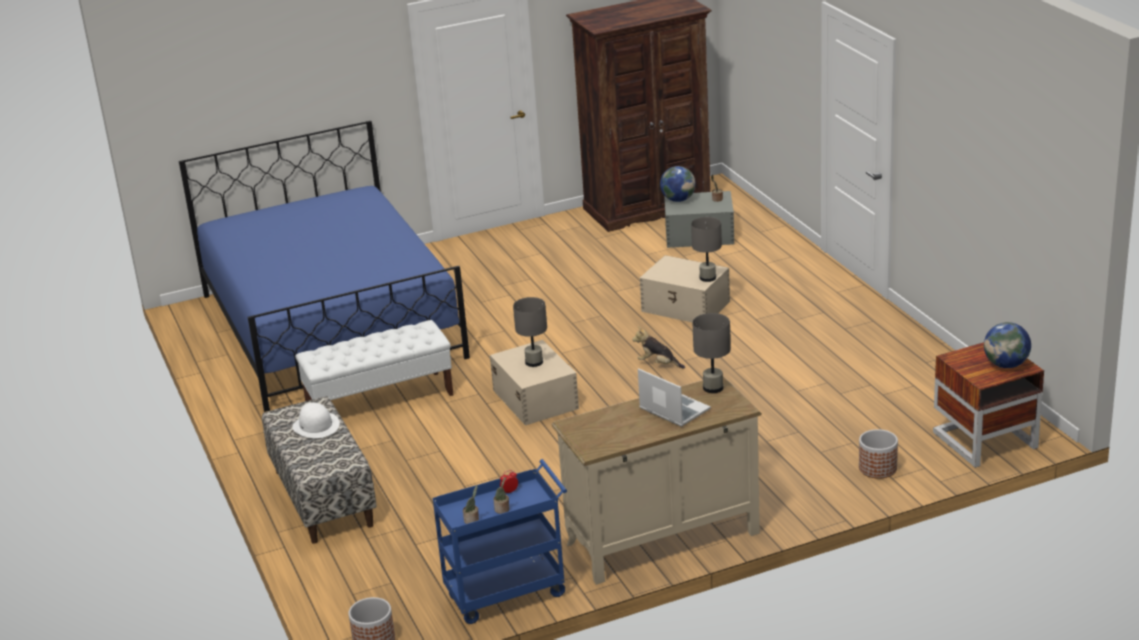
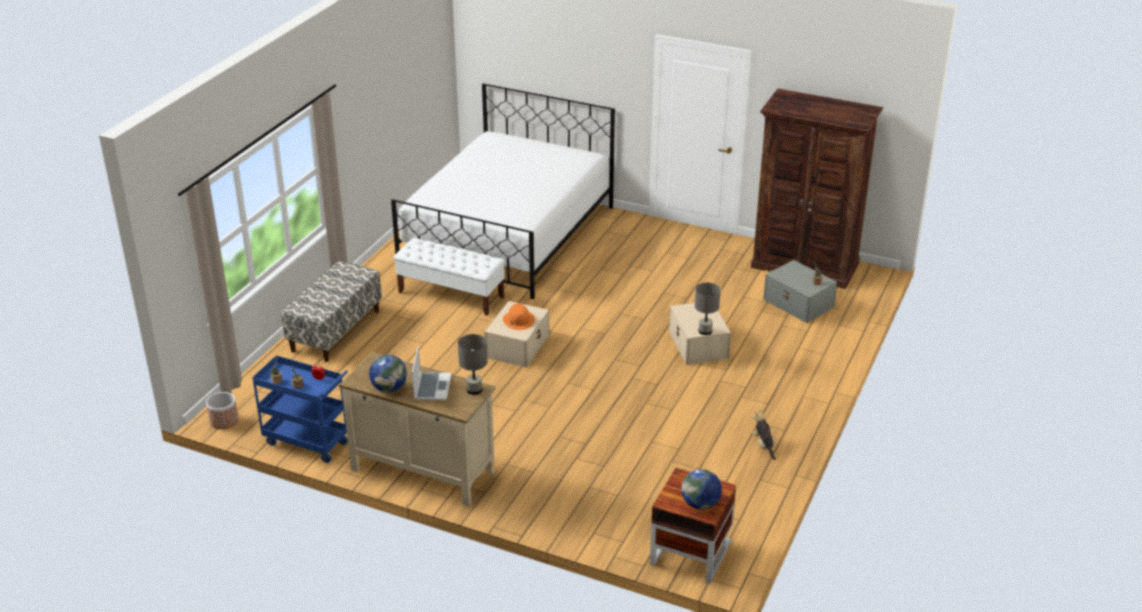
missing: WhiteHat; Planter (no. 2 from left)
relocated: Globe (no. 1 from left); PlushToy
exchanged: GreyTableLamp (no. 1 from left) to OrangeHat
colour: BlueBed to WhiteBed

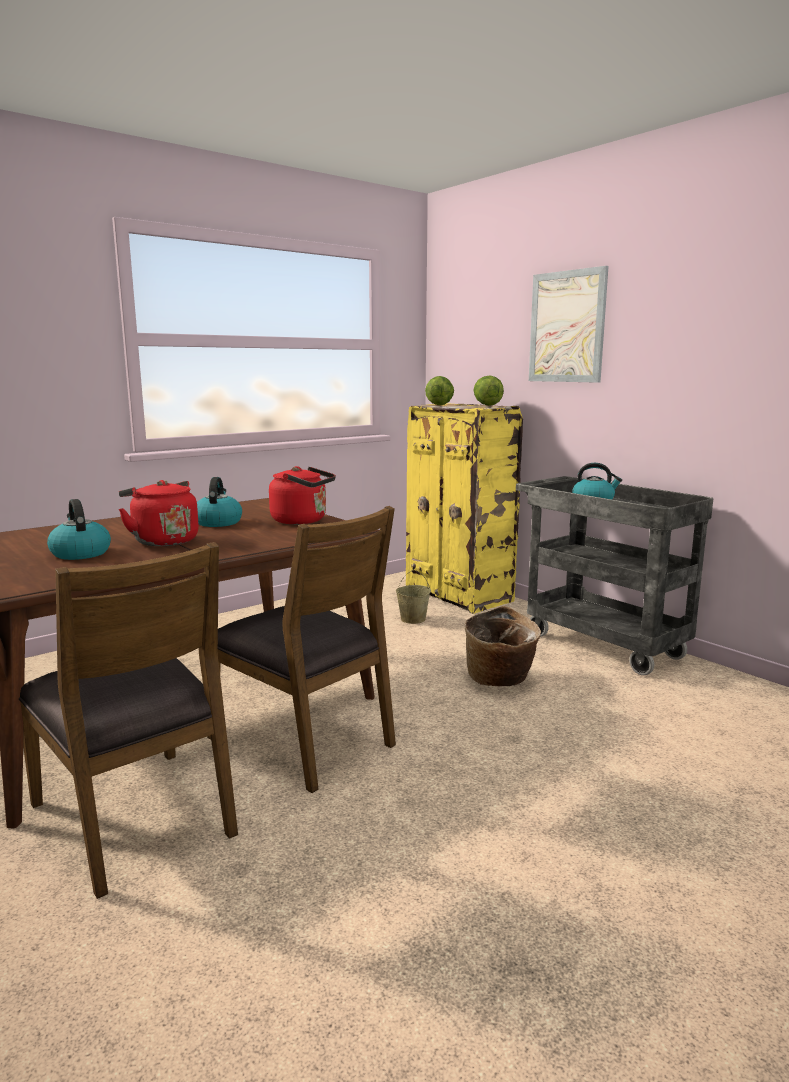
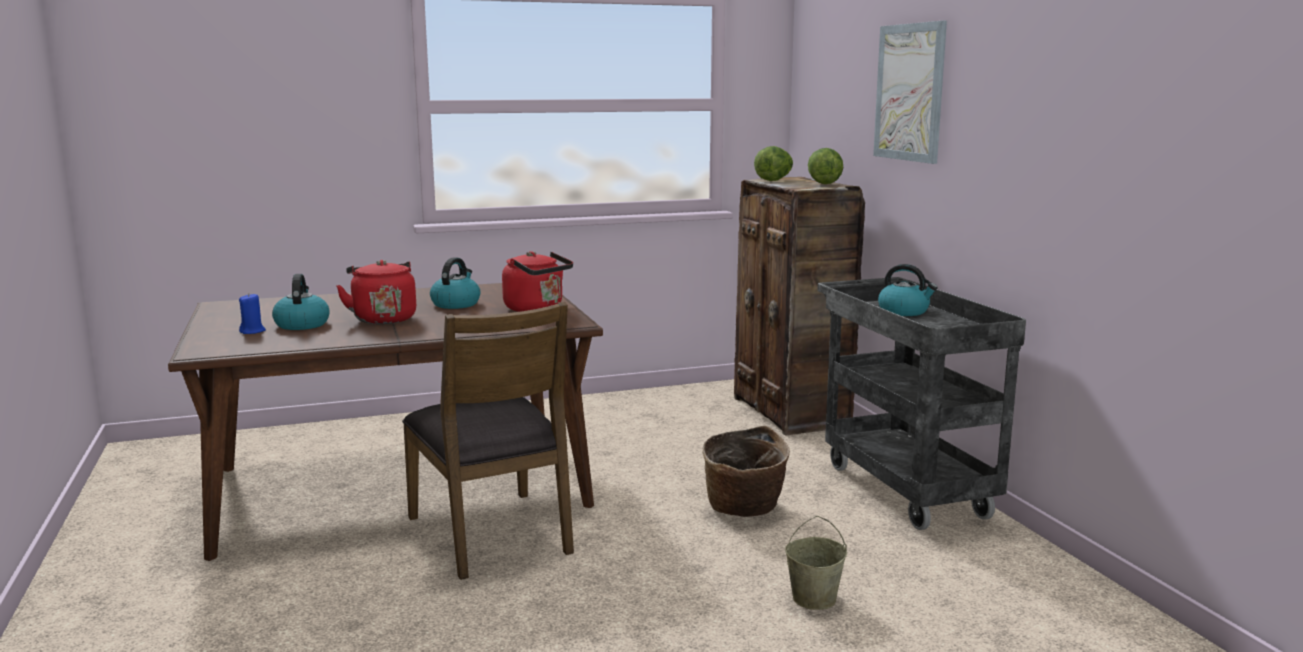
missing: BrownChair (no. 1 from left)
appeared: BlueCandle
relocated: BeigeBucket
colour: YellowCabinet to BrownCabinet

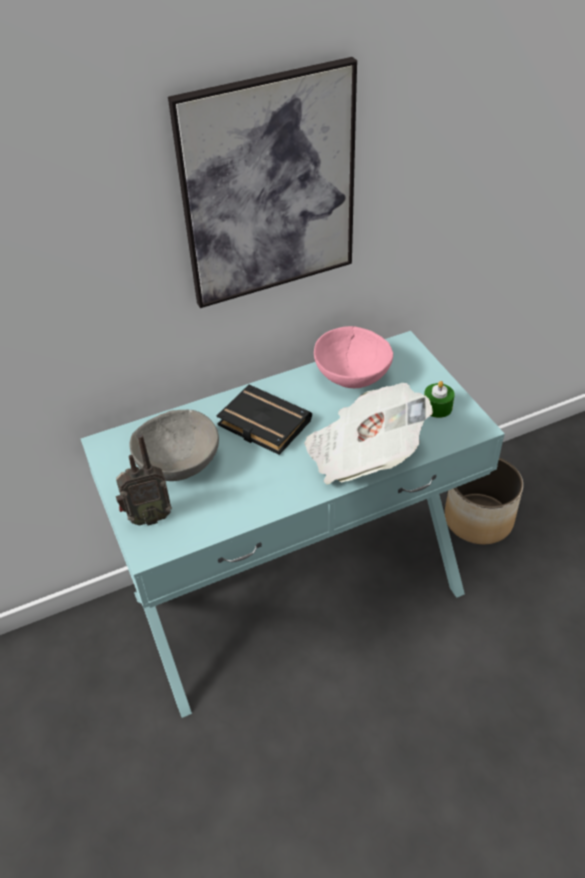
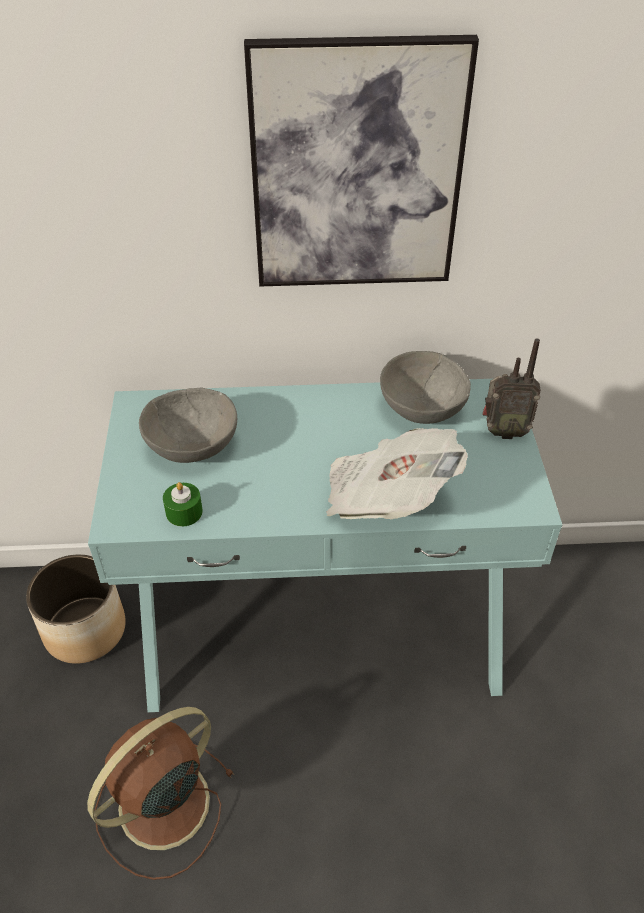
missing: BlackBook
appeared: BrownFan
relocated: GreenCandle; Radio; Planter
colour: PinkBowl to GreyBowl (no. 2 from left)

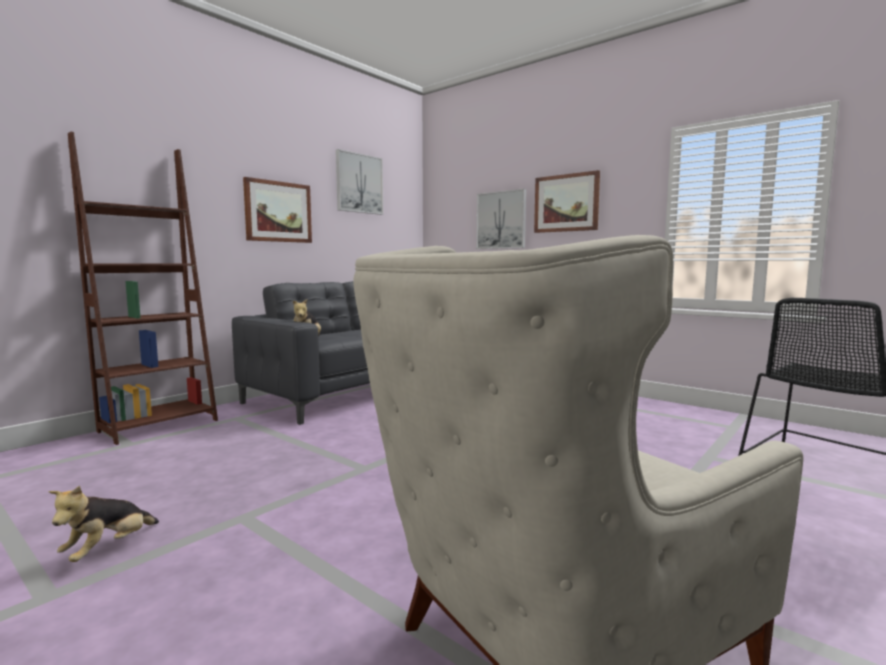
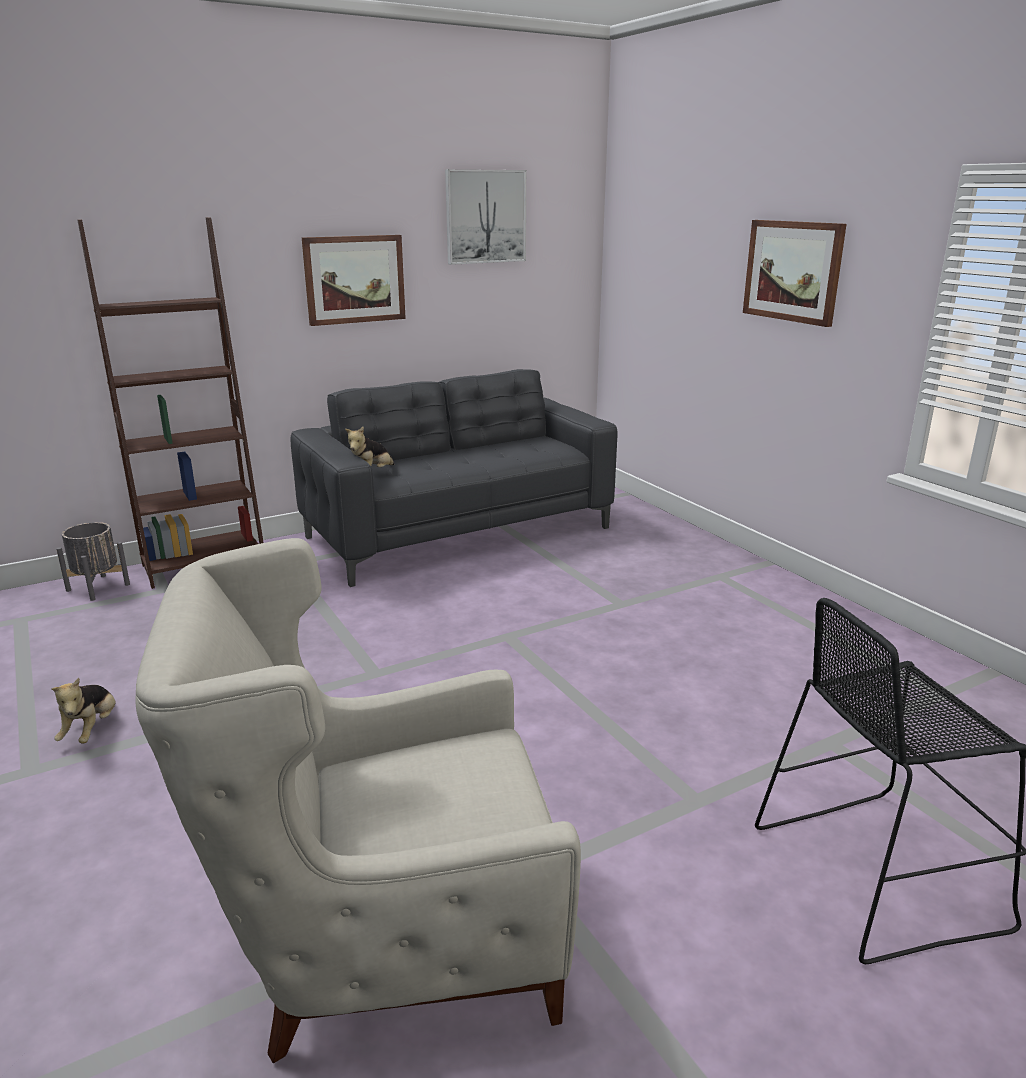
missing: Picture (no. 3 from left)
appeared: GreyPlanter
spun: PlushToy (no. 1 from left) 45 degrees counterclockwise

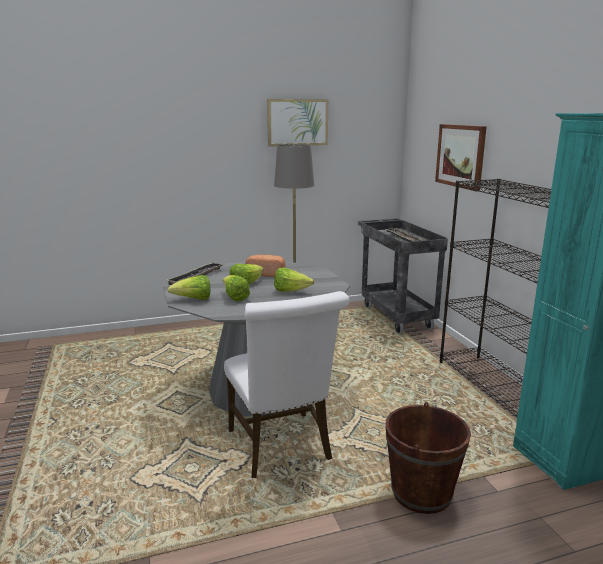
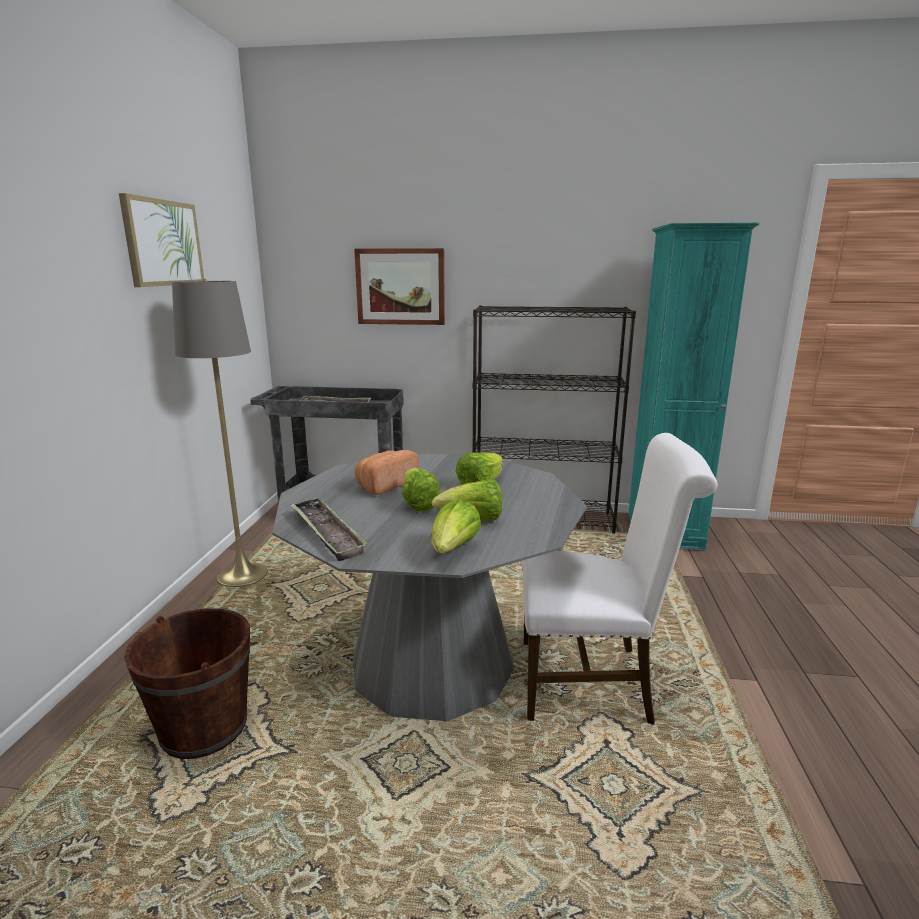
relocated: BrownBucket

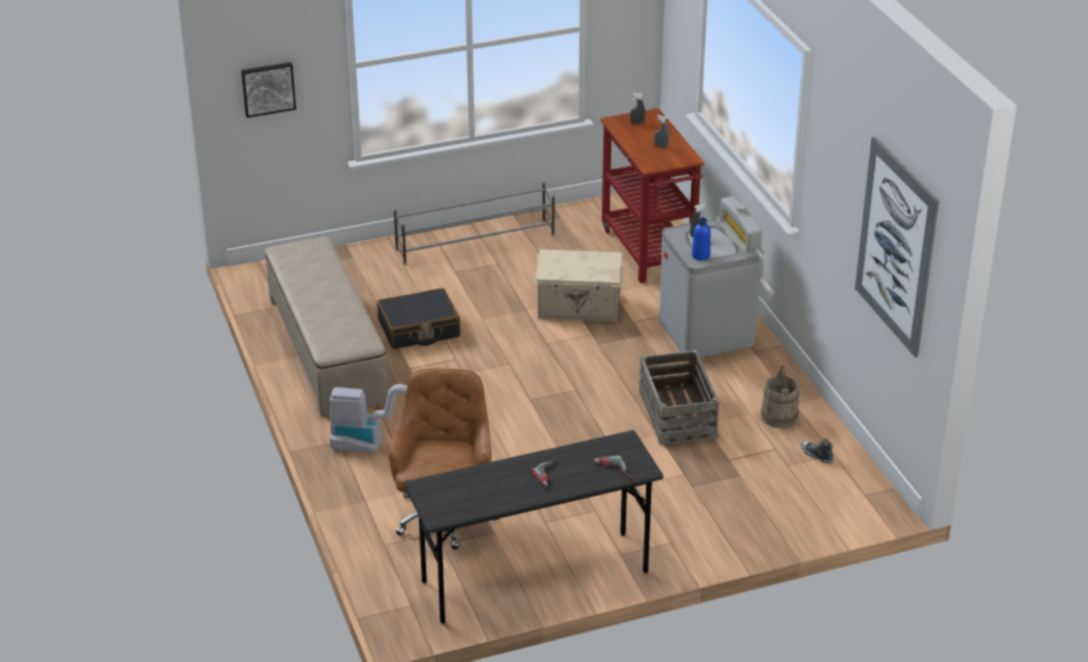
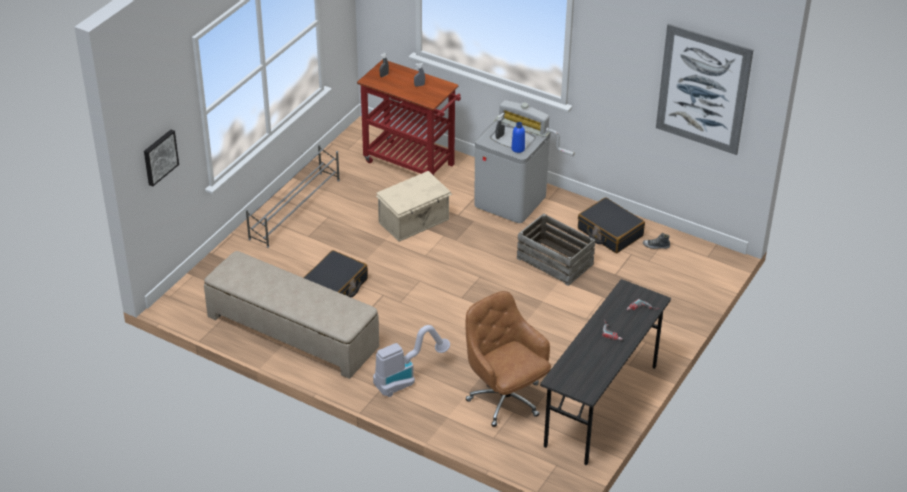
exchanged: BeigeBucket to BlackSuitcase (no. 2 from left)

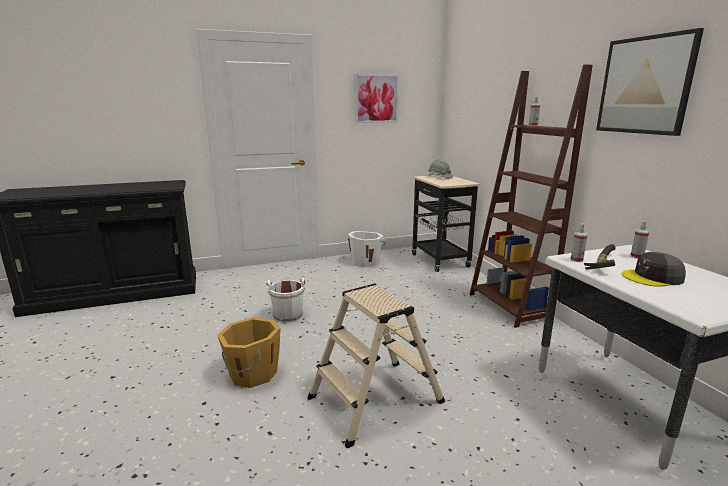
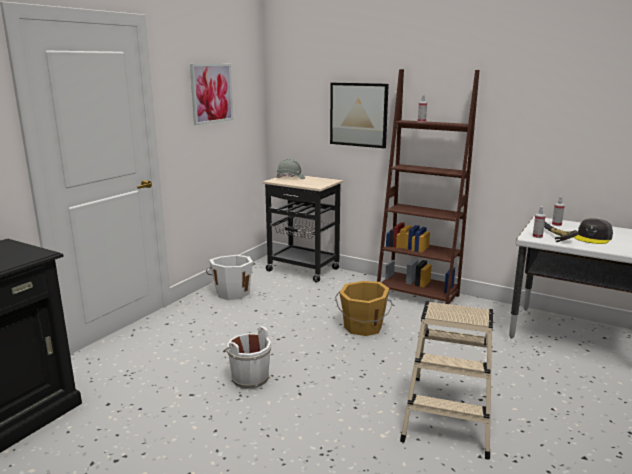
relocated: Picture (no. 2 from left); OrangeBucket

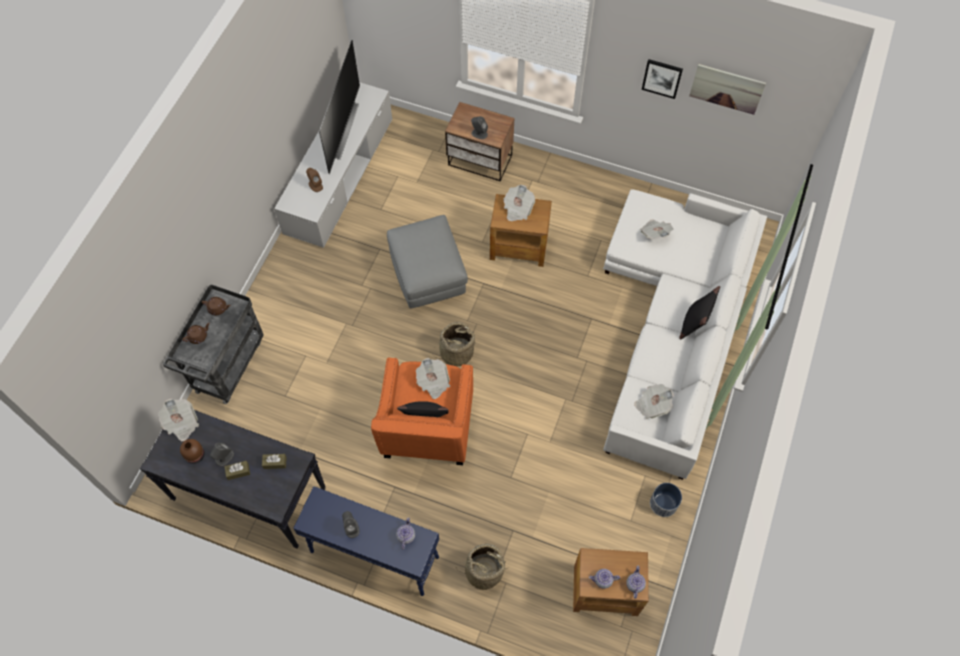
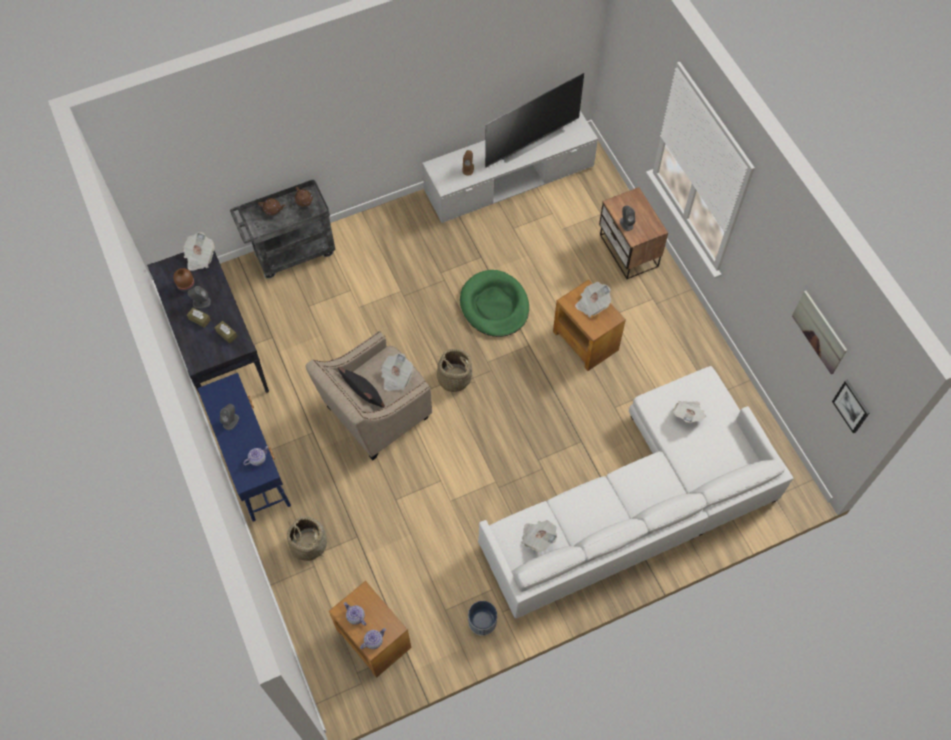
missing: BlackPillow (no. 2 from left)
relocated: Picture (no. 1 from left in the first image) to Picture (no. 2 from left)
exchanged: GreyOttoman to GreenDogBed
colour: OrangeArmchair to BeigeArmchair

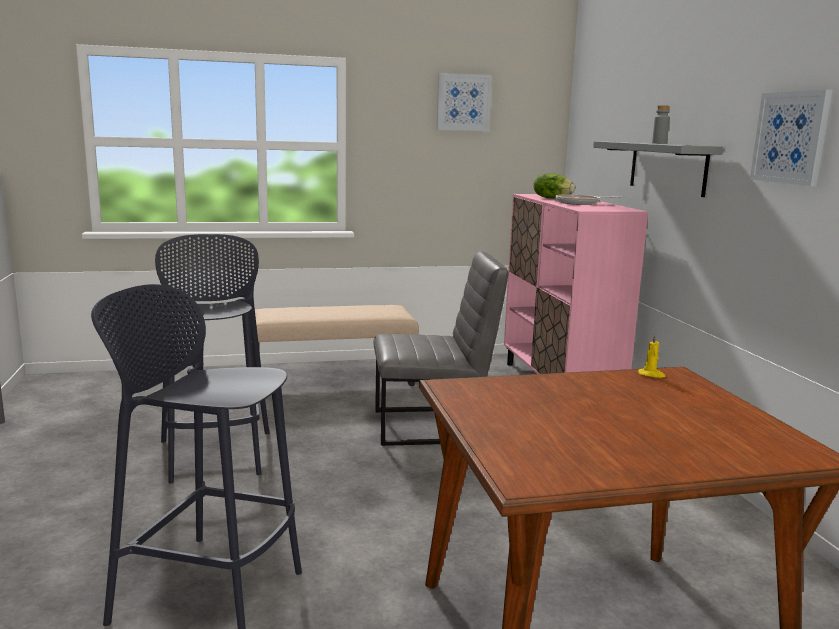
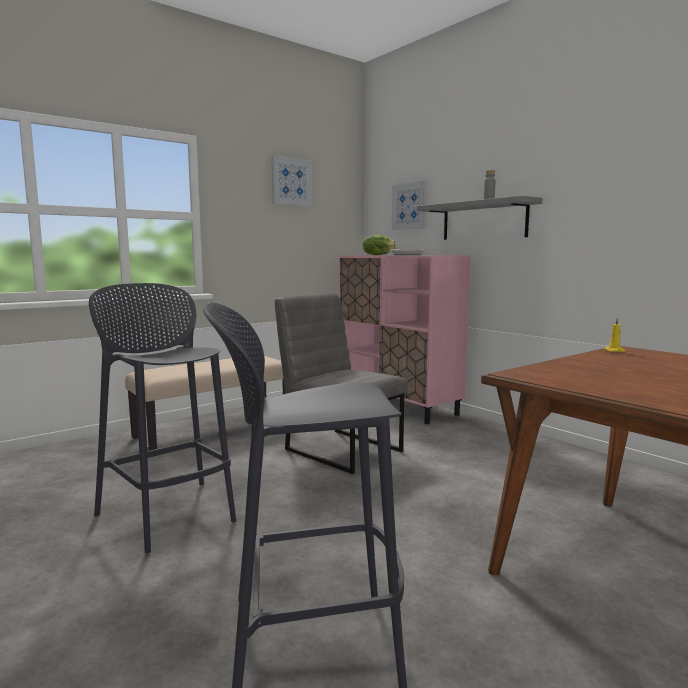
relocated: Picture (no. 2 from left)
spun: GreyChair 105 degrees counterclockwise

